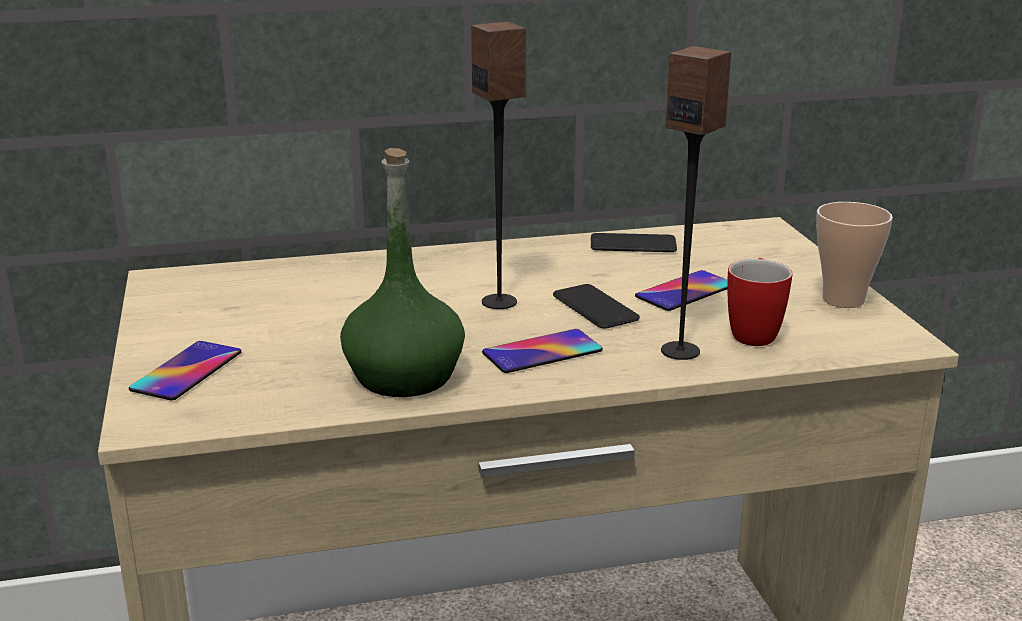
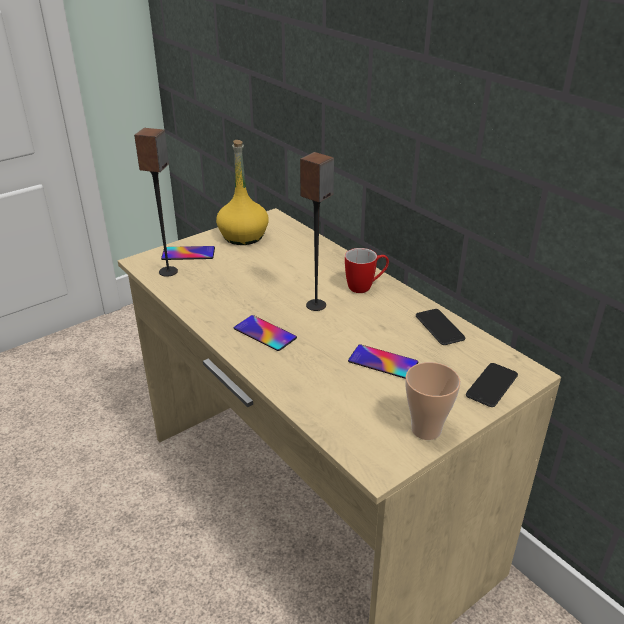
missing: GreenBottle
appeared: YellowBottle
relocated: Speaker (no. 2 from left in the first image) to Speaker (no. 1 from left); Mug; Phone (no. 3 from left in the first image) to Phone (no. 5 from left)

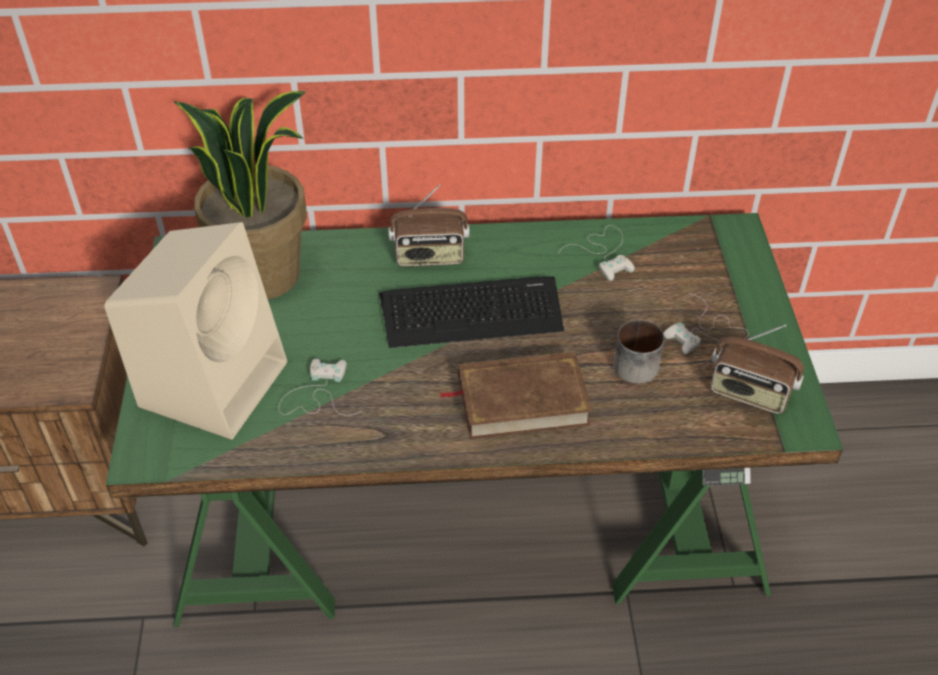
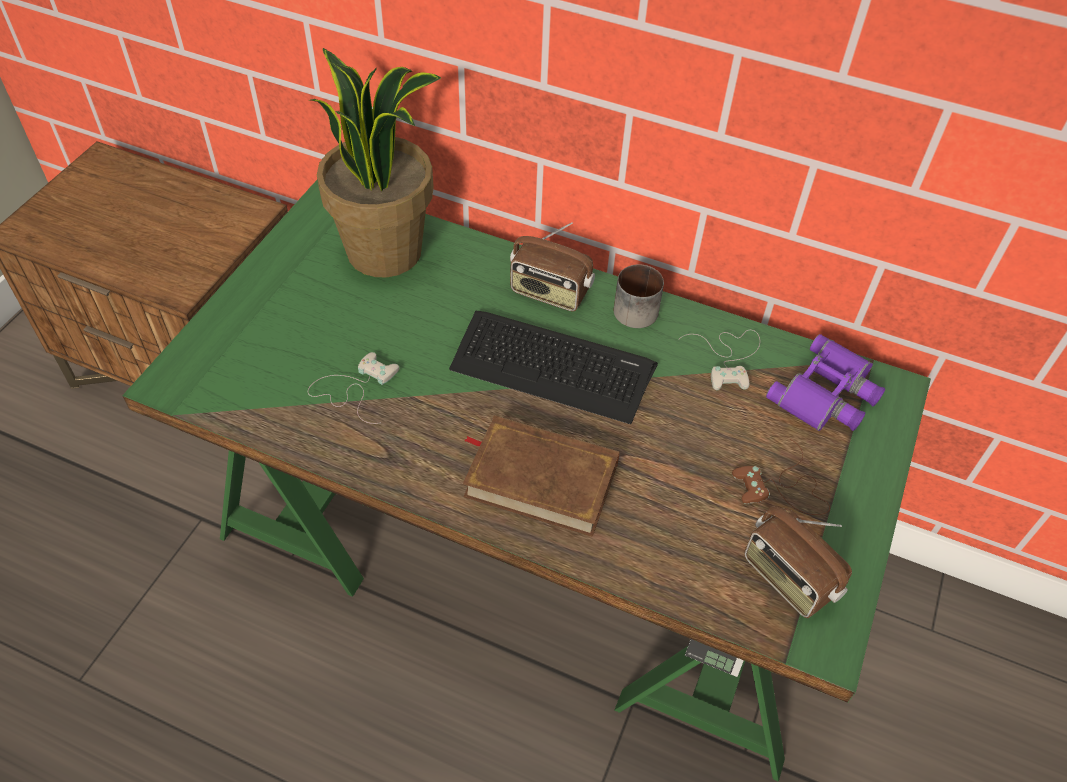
missing: BeigeSpeaker
appeared: PurpleBinoculars
relocated: Mug
colour: WhiteGameController (no. 3 from left) to BrownGameController

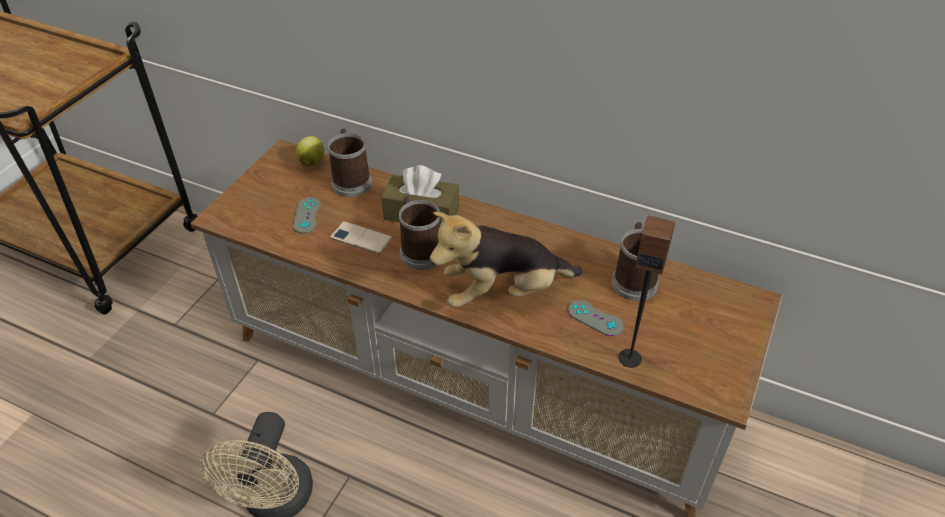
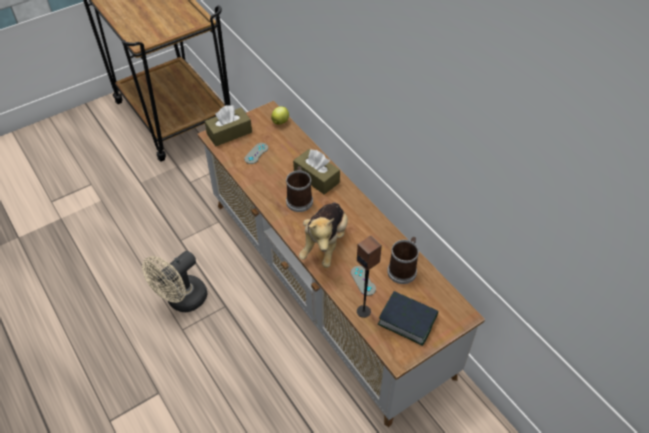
missing: Mug (no. 1 from left); Phone
appeared: BrownTissueBox (no. 1 from left); Book
spun: PlushToy 90 degrees counterclockwise

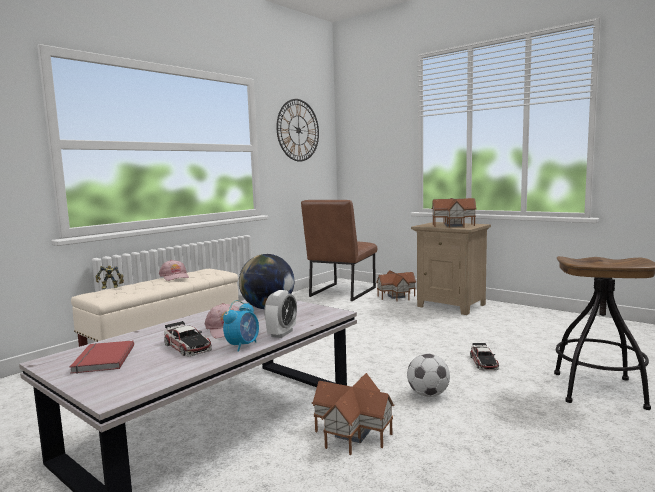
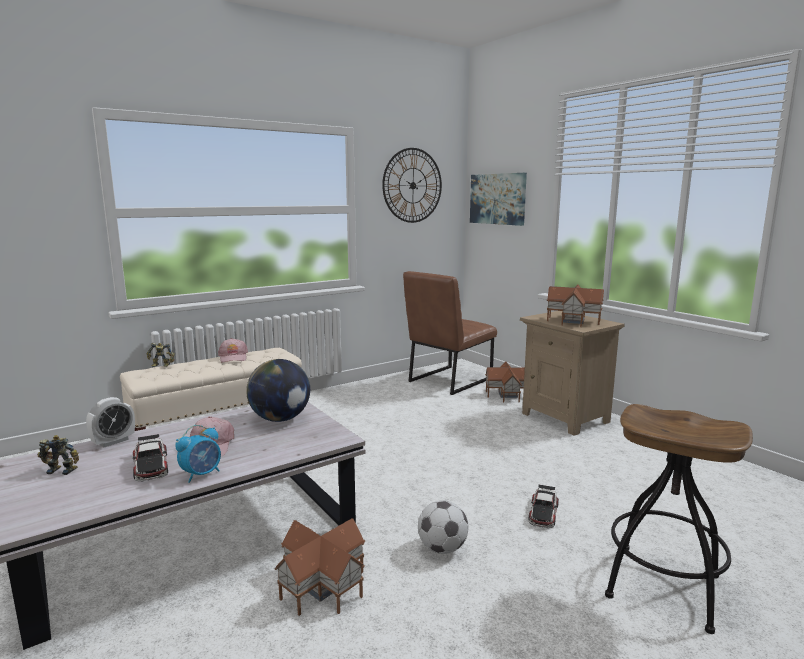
appeared: Picture
relocated: AlarmClock (no. 2 from left in the first image) to AlarmClock (no. 1 from left)
exchanged: RedBook to ToyRobot (no. 1 from left)

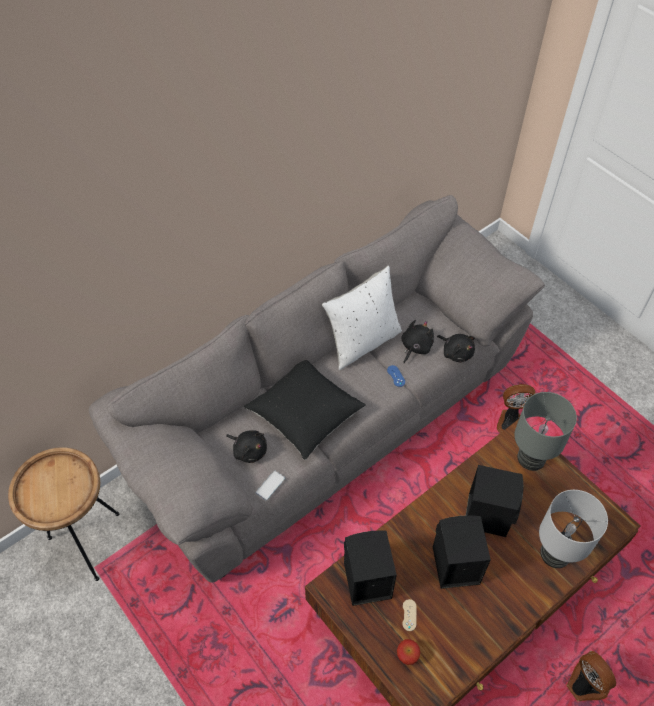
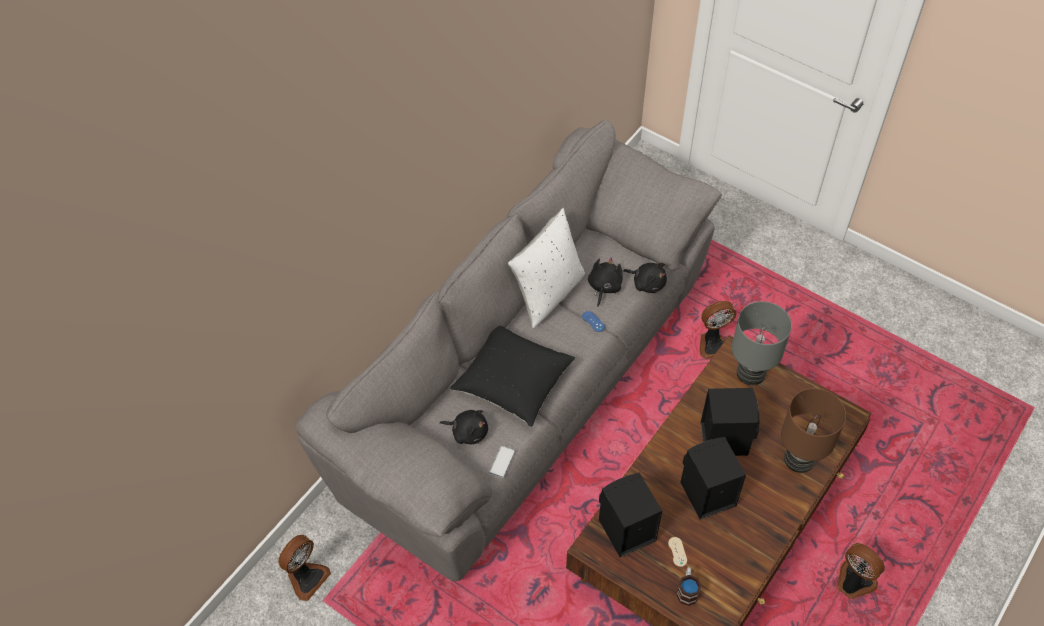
exchanged: BrownSideTable to Fan (no. 1 from left); Apple to Mug
colour: GreyTableLamp (no. 2 from left) to BrownTableLamp

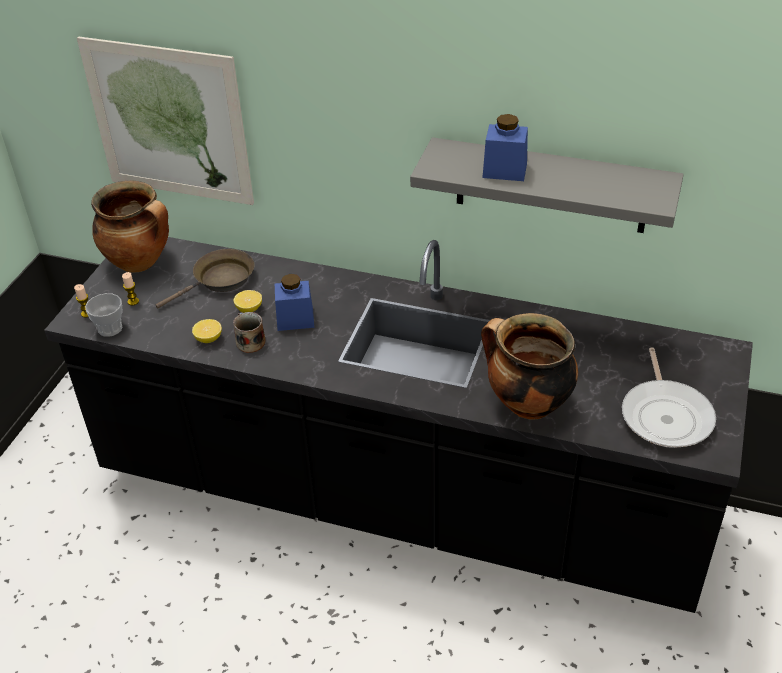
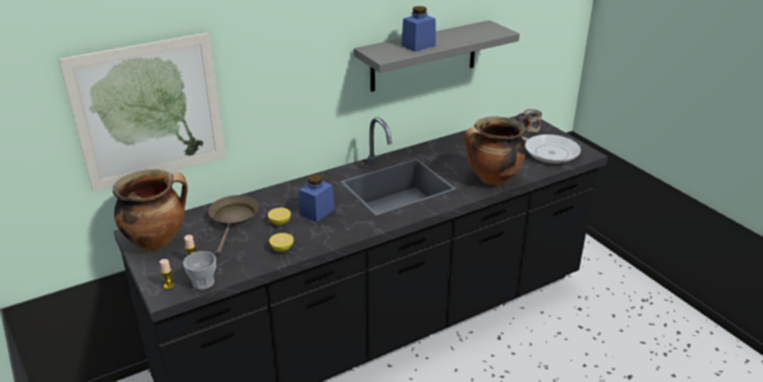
relocated: Mug

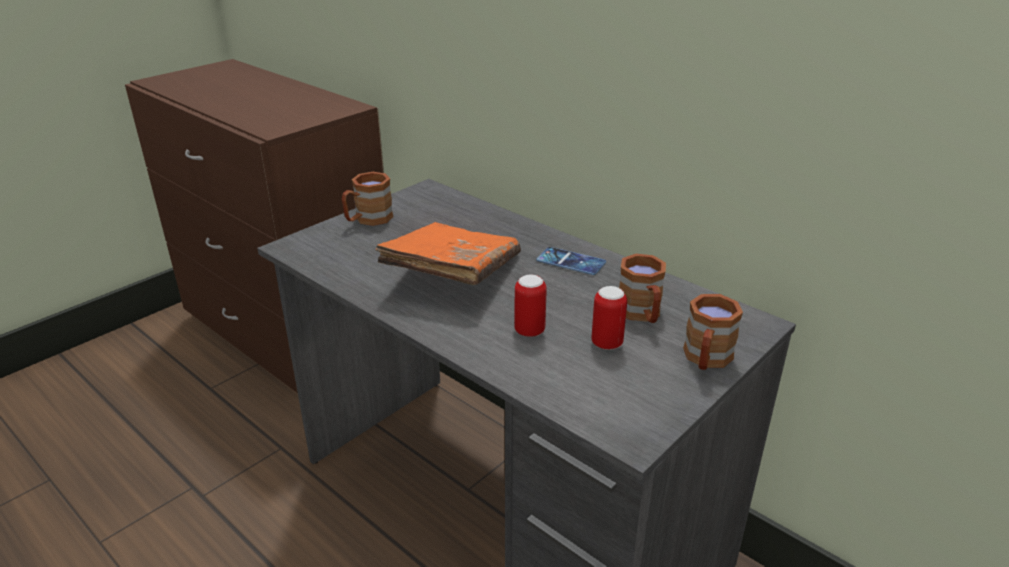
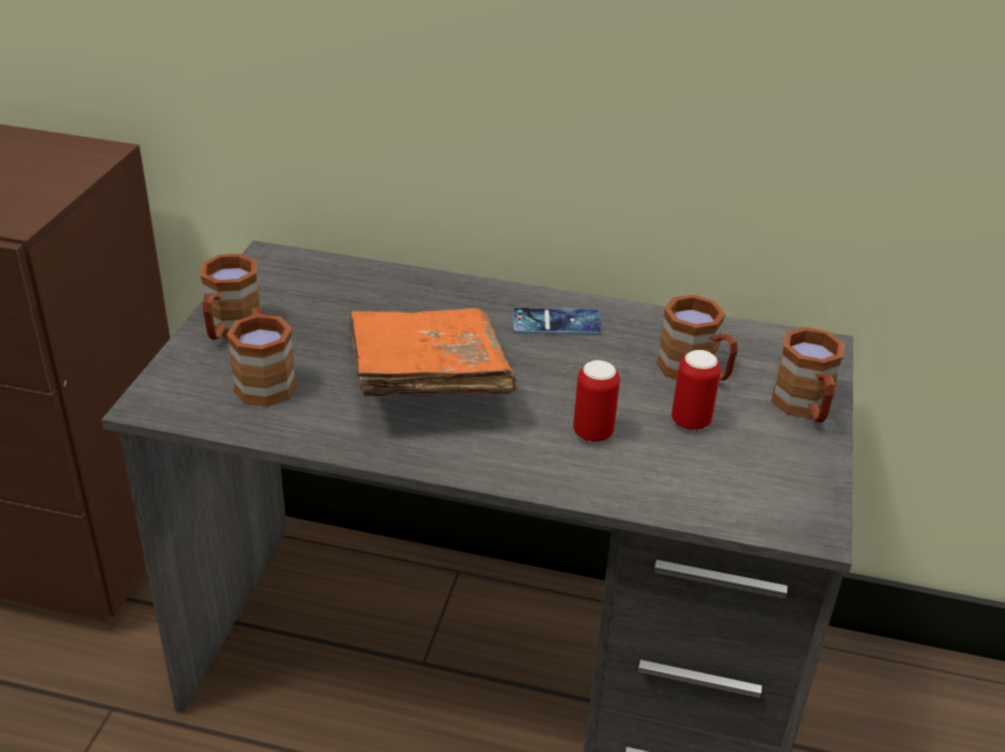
appeared: BrownMug (no. 2 from left)

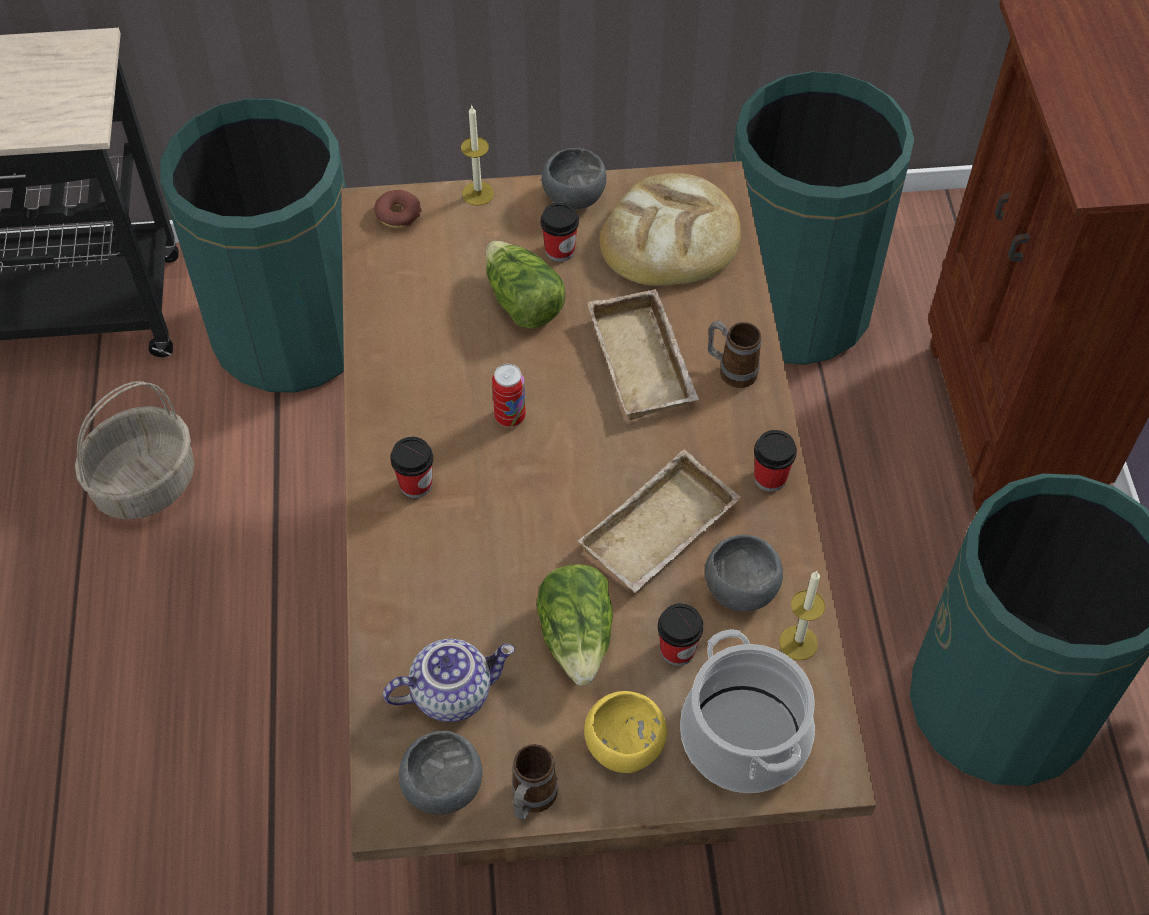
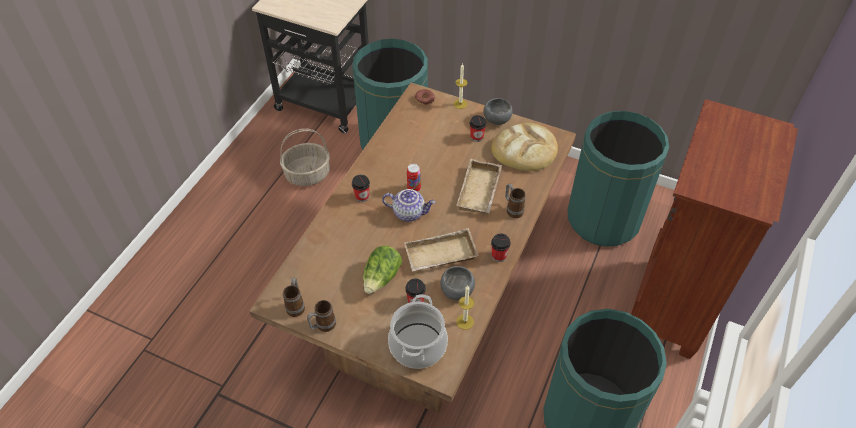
missing: Lettuce (no. 1 from left); YellowBowl
relocated: Teapot
exchanged: GreyBowl (no. 1 from left) to Mug (no. 1 from left)

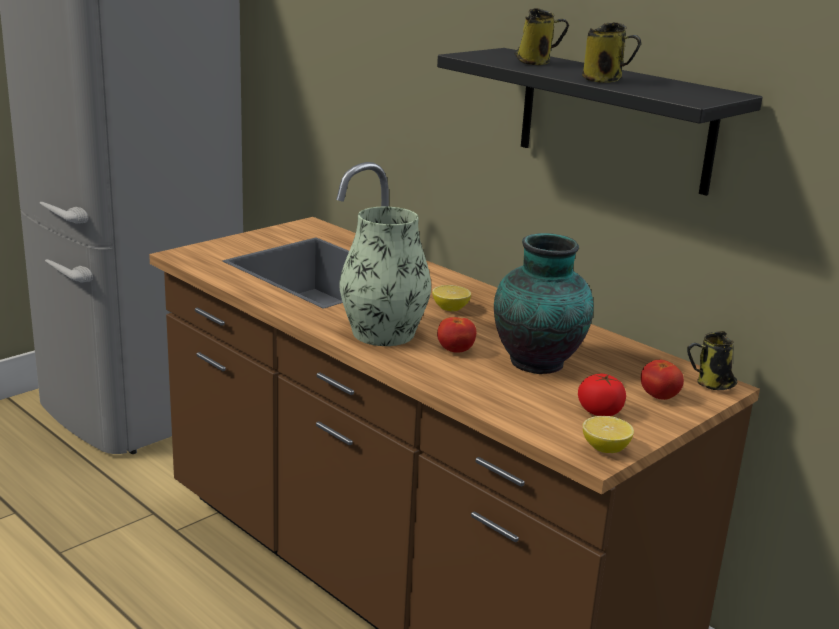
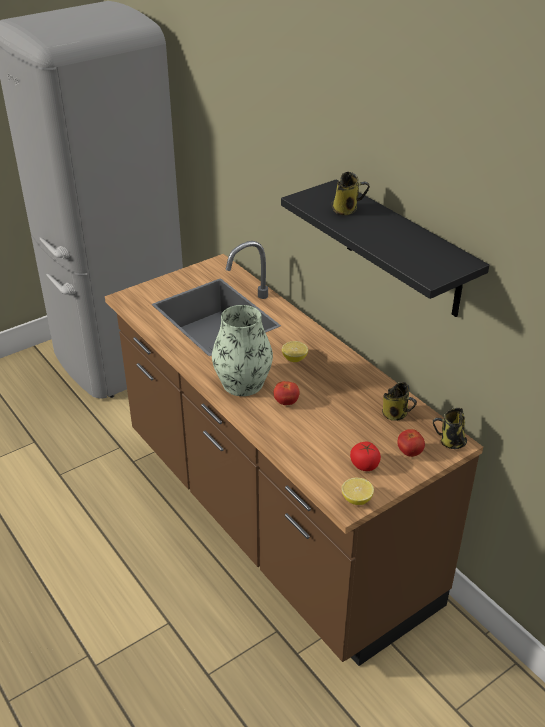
missing: Vase (no. 2 from left)
relocated: Mug (no. 2 from left)

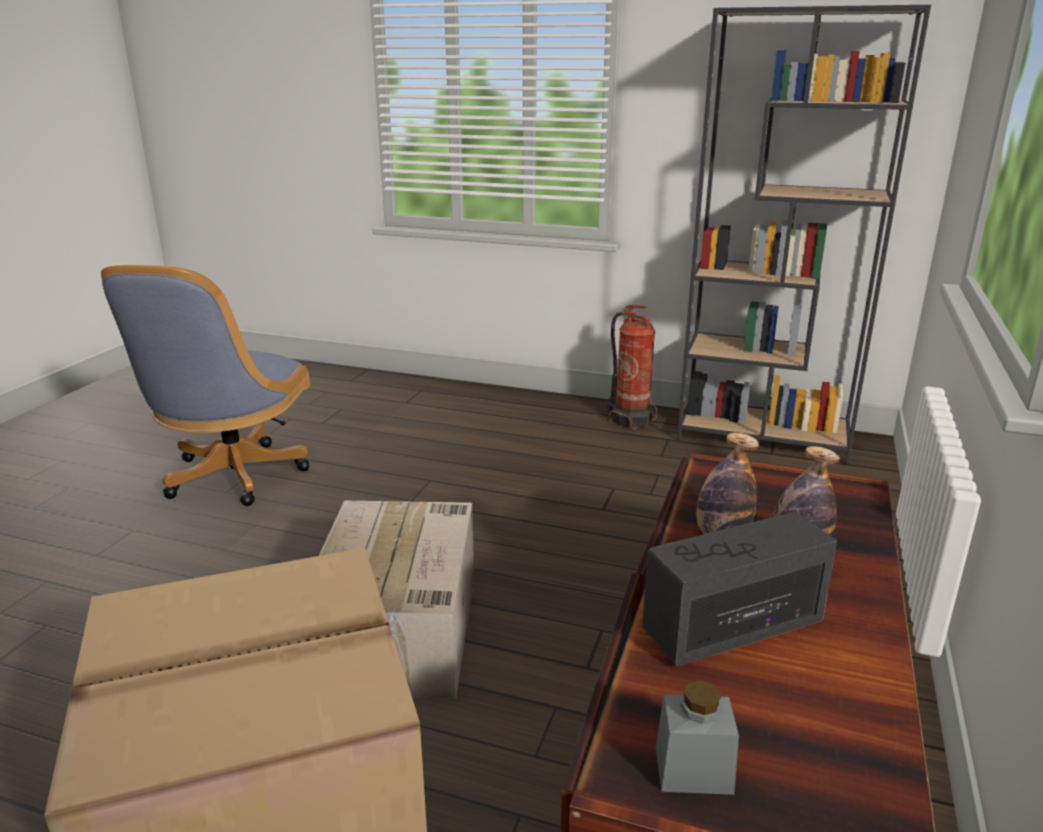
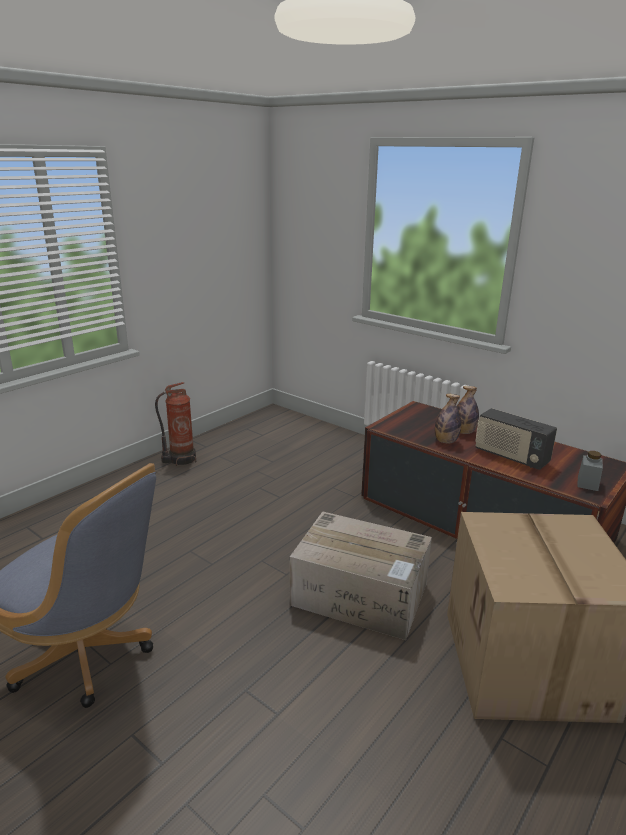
missing: Bookcase
spun: Radio 45 degrees counterclockwise

